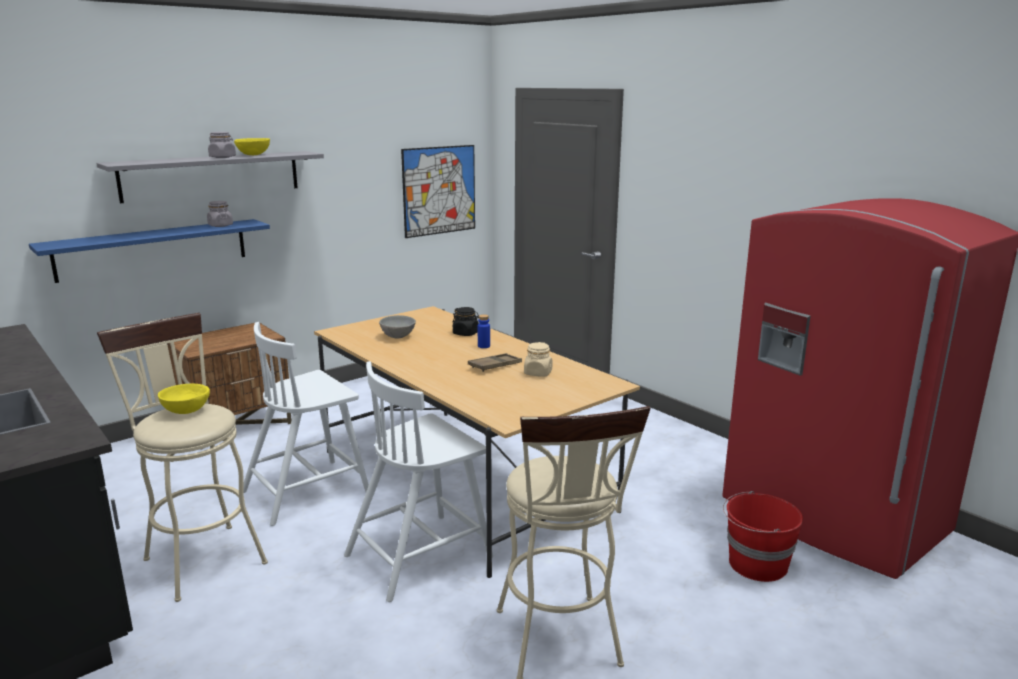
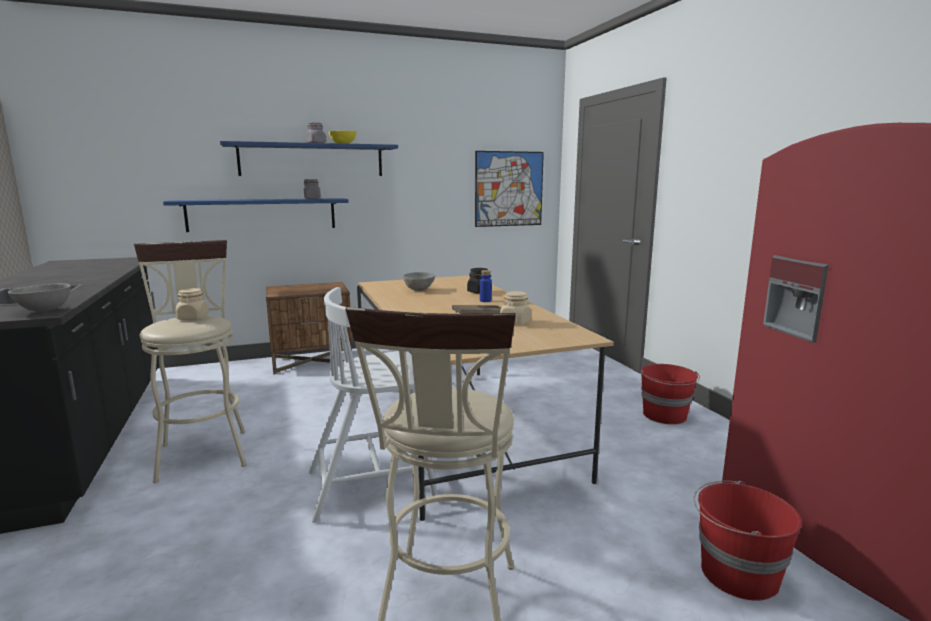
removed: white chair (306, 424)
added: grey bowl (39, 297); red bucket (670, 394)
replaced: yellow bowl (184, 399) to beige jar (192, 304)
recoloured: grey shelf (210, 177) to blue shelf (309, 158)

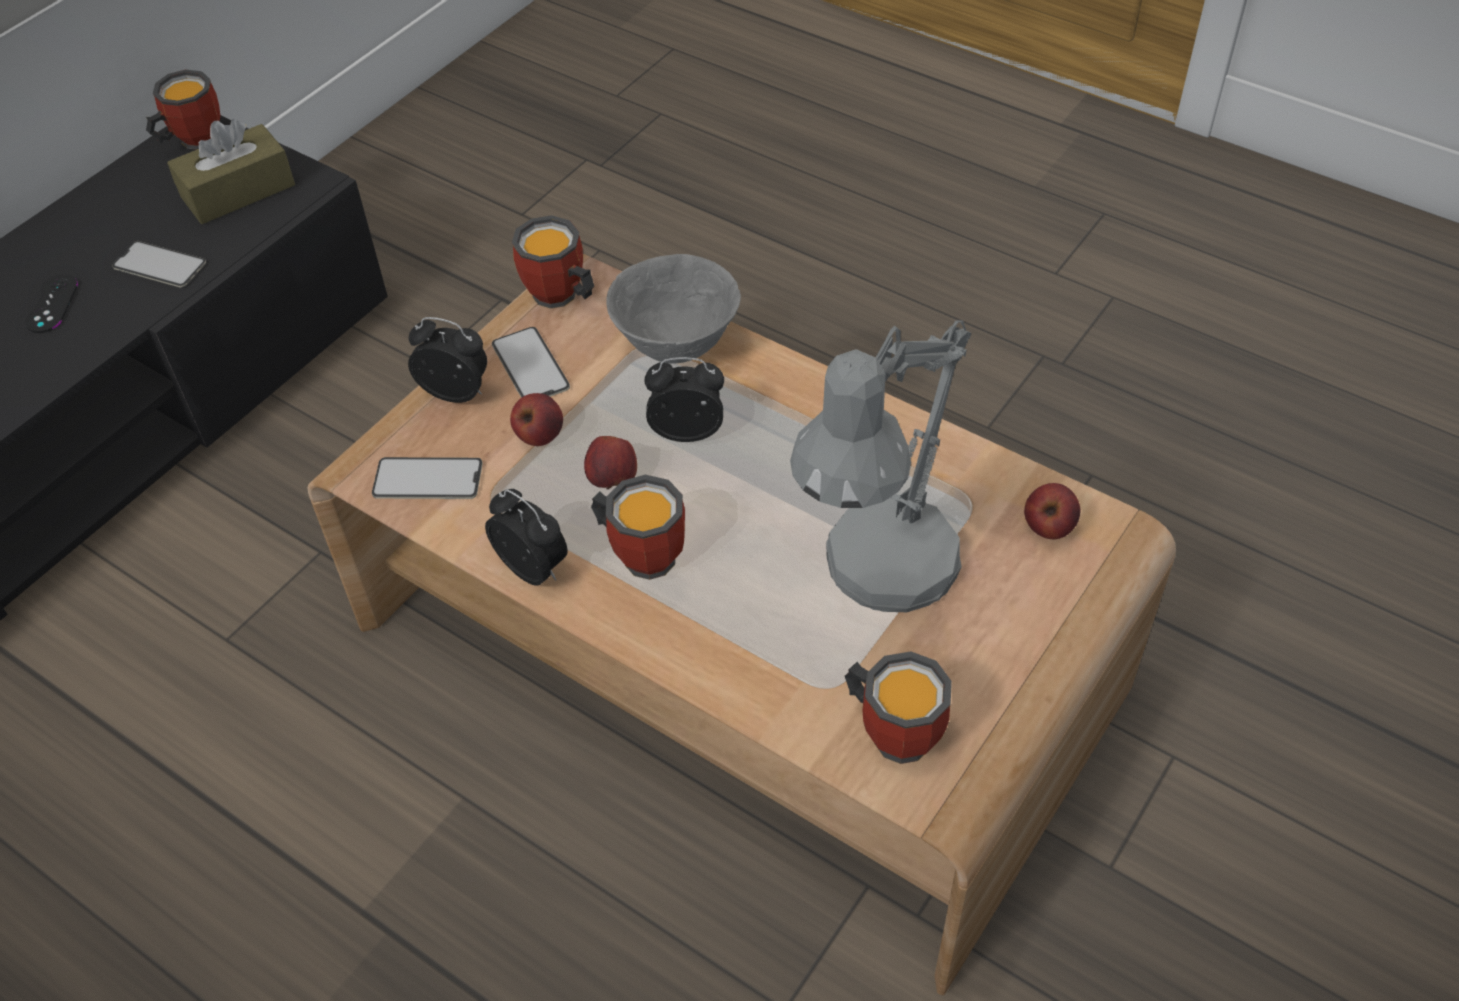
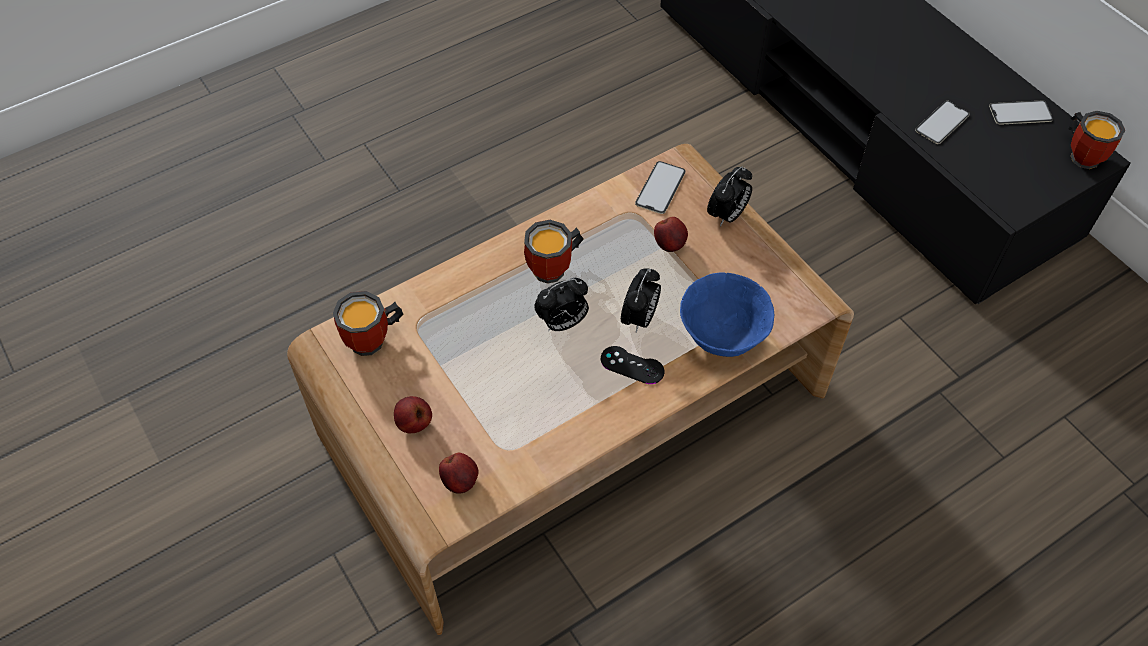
removed: brown tissue box (231, 171); mug (553, 262); grey table lamp (880, 466)
moved: black game controller (51, 303) to (632, 365); phone (531, 362) to (1021, 112); apple (610, 462) to (413, 414); alarm clock (526, 537) to (561, 304)
recoloured: grey bowl (674, 309) to blue bowl (727, 315)

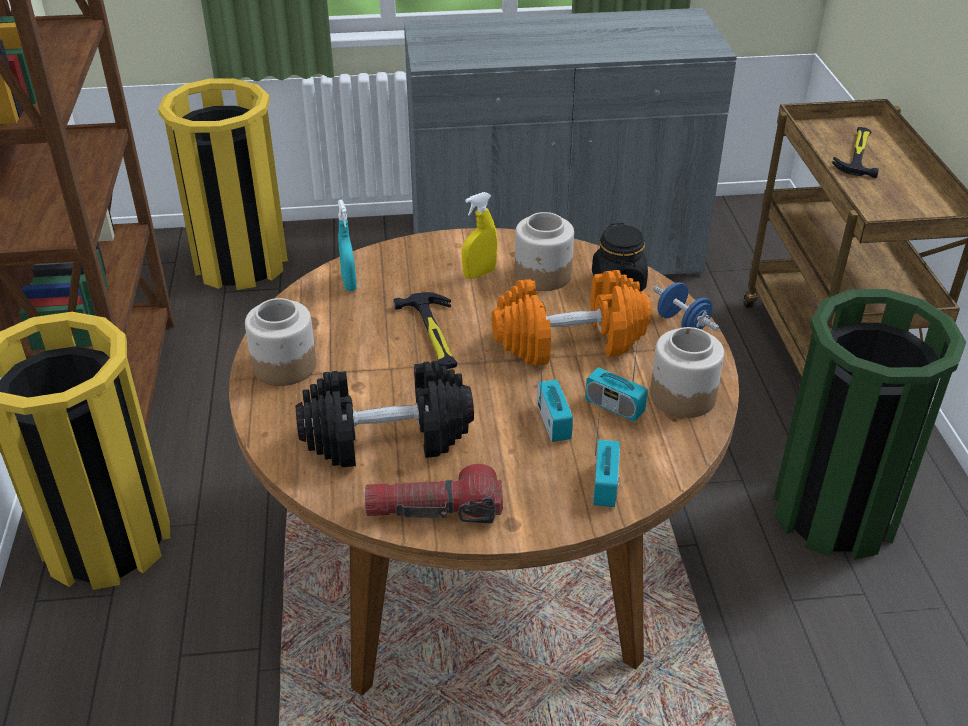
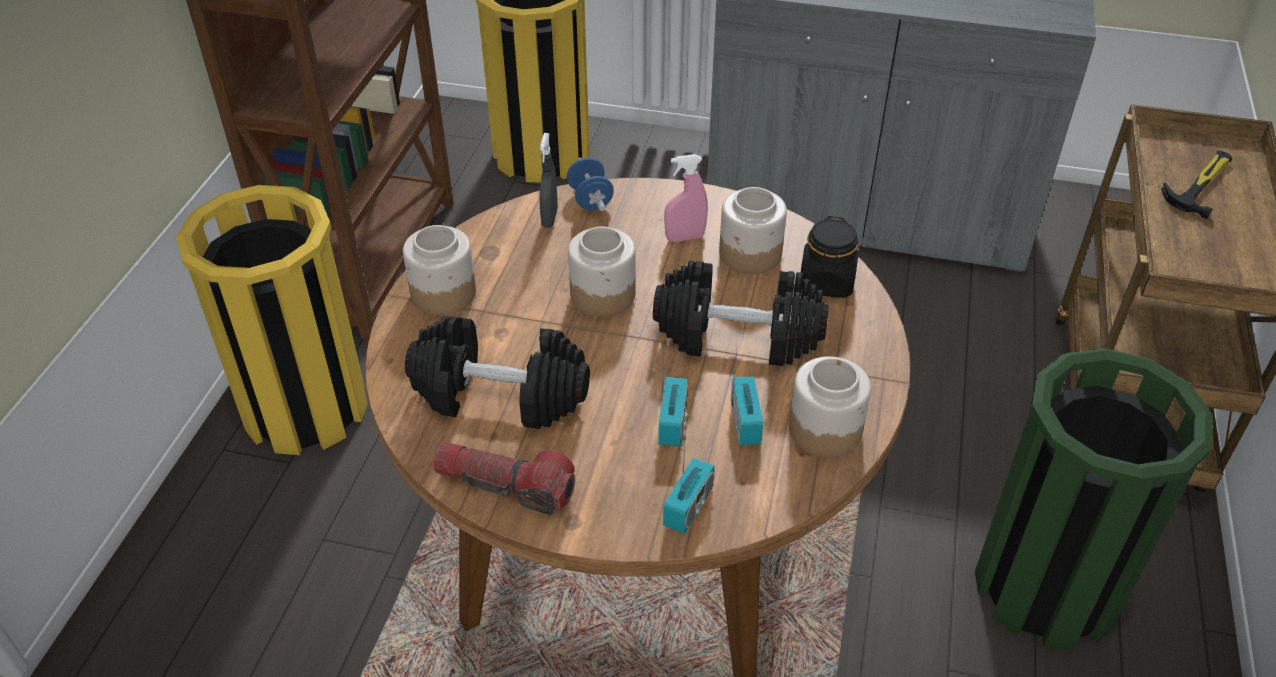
moved: blue dumbbell (686, 306) to (590, 184)
replaced: hammer (425, 330) to jar (602, 272)
recoloured: yellow spray bottle (480, 235) to pink spray bottle (686, 198); turquoise spray bottle (347, 245) to grey spray bottle (548, 180); orange dumbbell (571, 317) to black dumbbell (741, 313)
turned: radio (616, 380) = (747, 397) 150 degrees counterclockwise

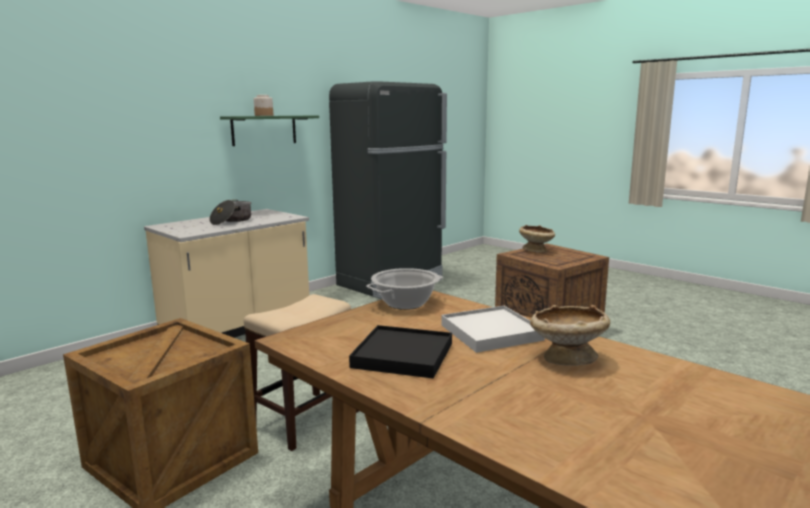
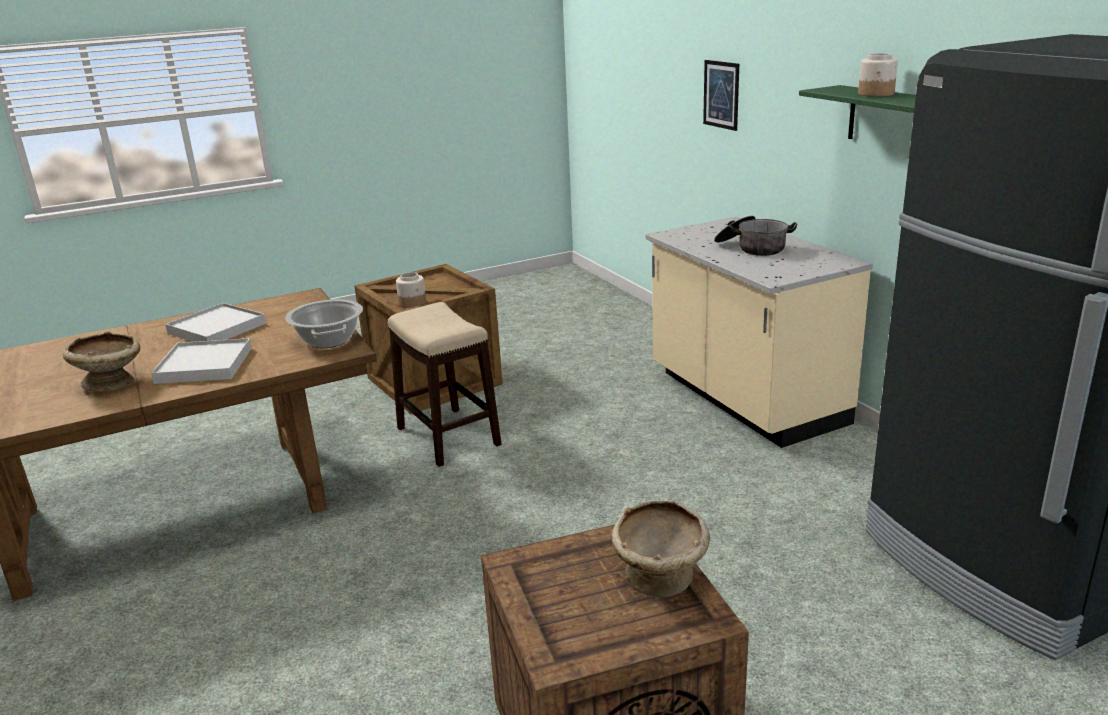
added: picture (721, 95); jar (411, 290)
recoloured: black tray (400, 351) to white tray (215, 322)

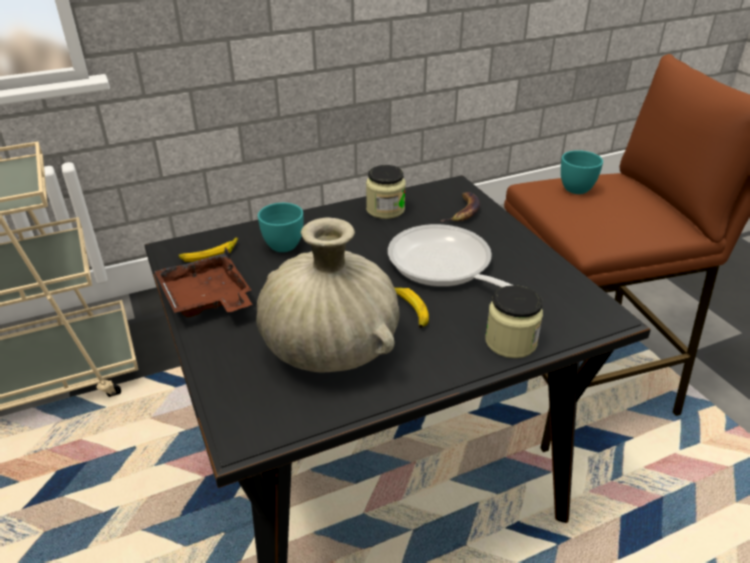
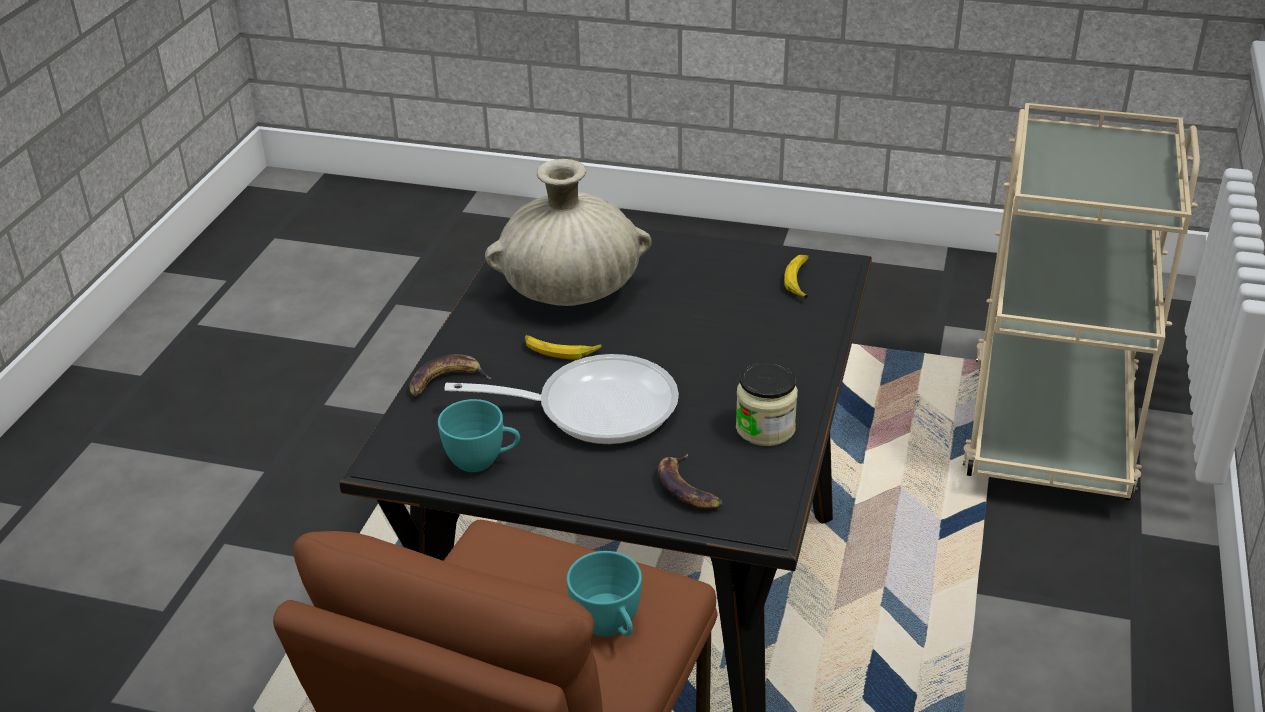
removed: brown tray (203, 282)
moved: turquoise cup (280, 227) to (479, 435)
replaced: jar (514, 321) to banana (450, 376)

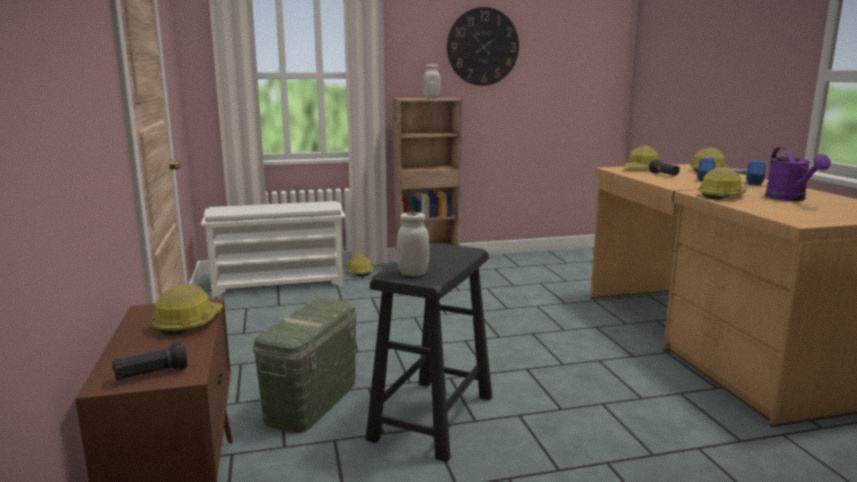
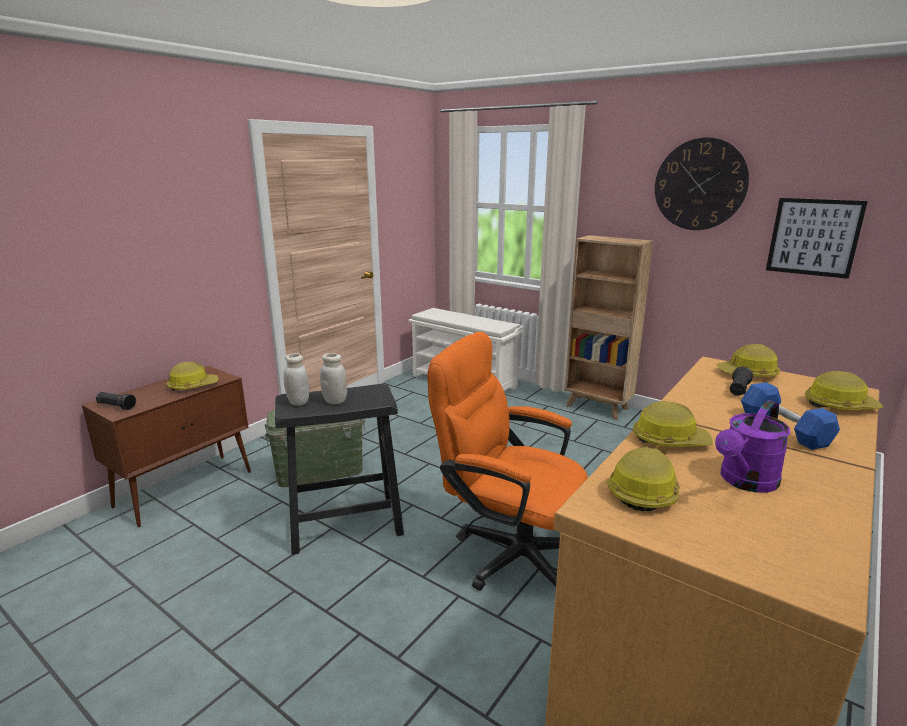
added: picture (817, 238); orange office chair (507, 461)
moved: white jar (432, 81) to (333, 378); hard hat (360, 265) to (643, 479)

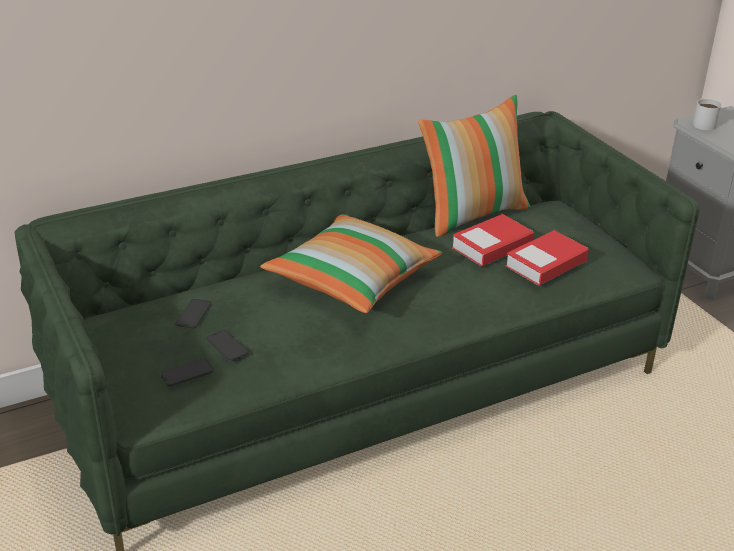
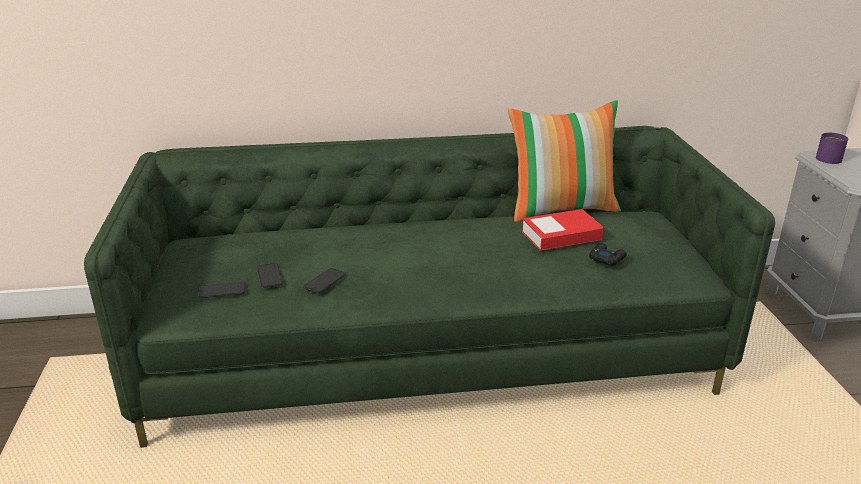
removed: pillow (351, 263)
moved: phone (193, 313) to (324, 280)
replaced: book (547, 258) to black game controller (608, 254)
recoloured: white mug (707, 114) to purple mug (832, 148)

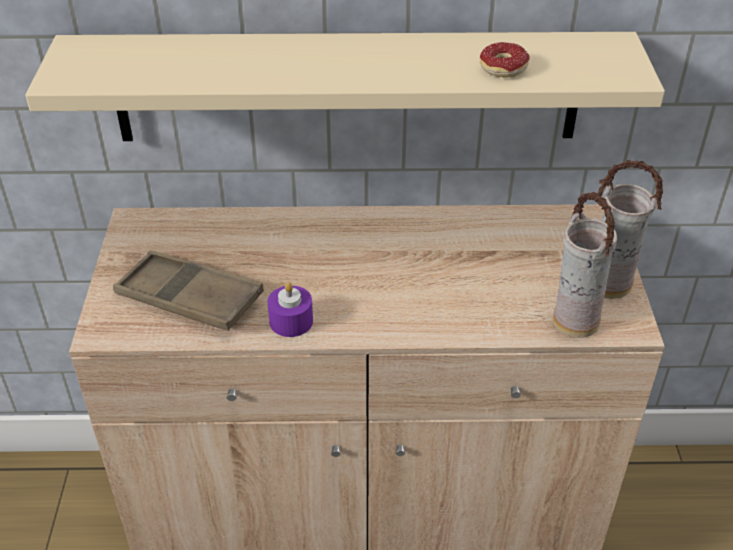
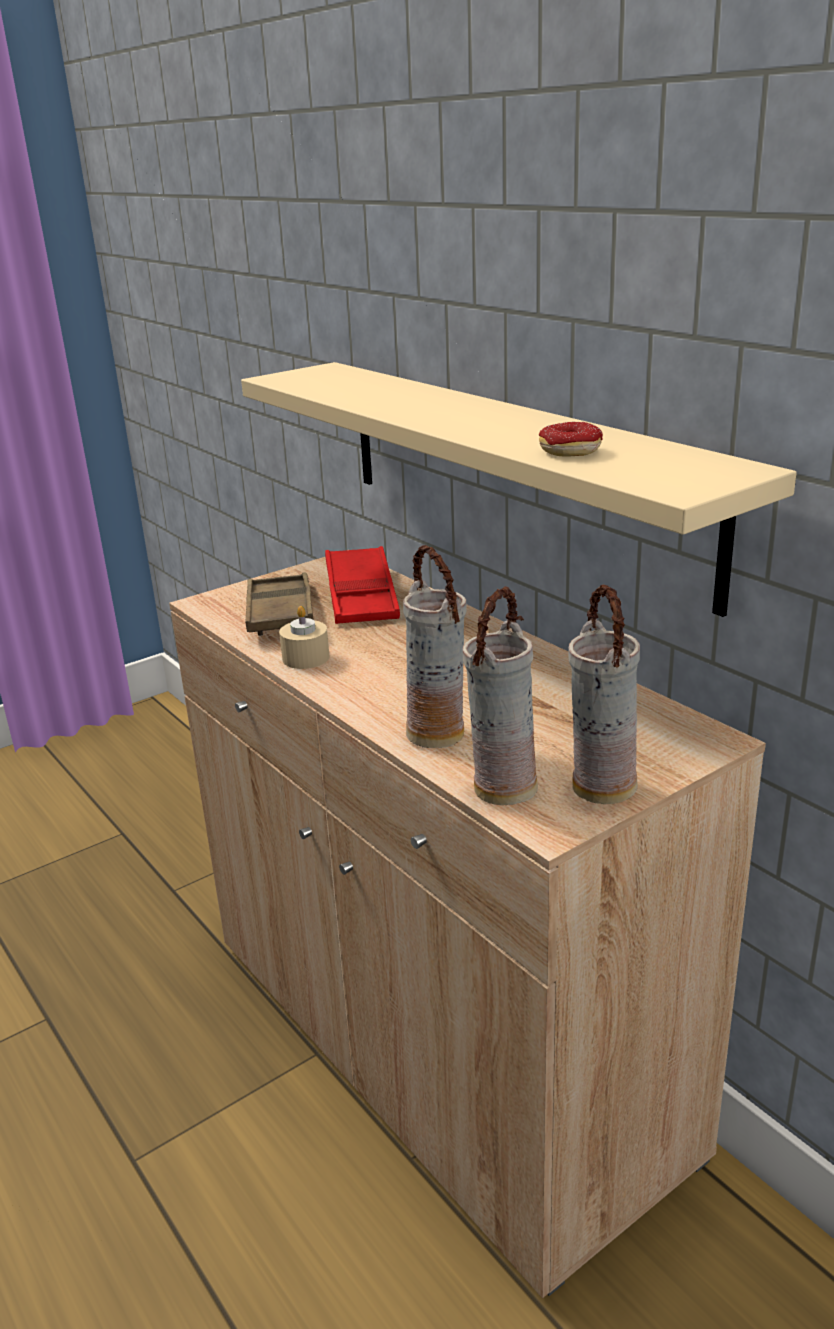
added: vase (435, 646); red tray (362, 585)
recoloured: purple candle (290, 309) to beige candle (304, 637)

